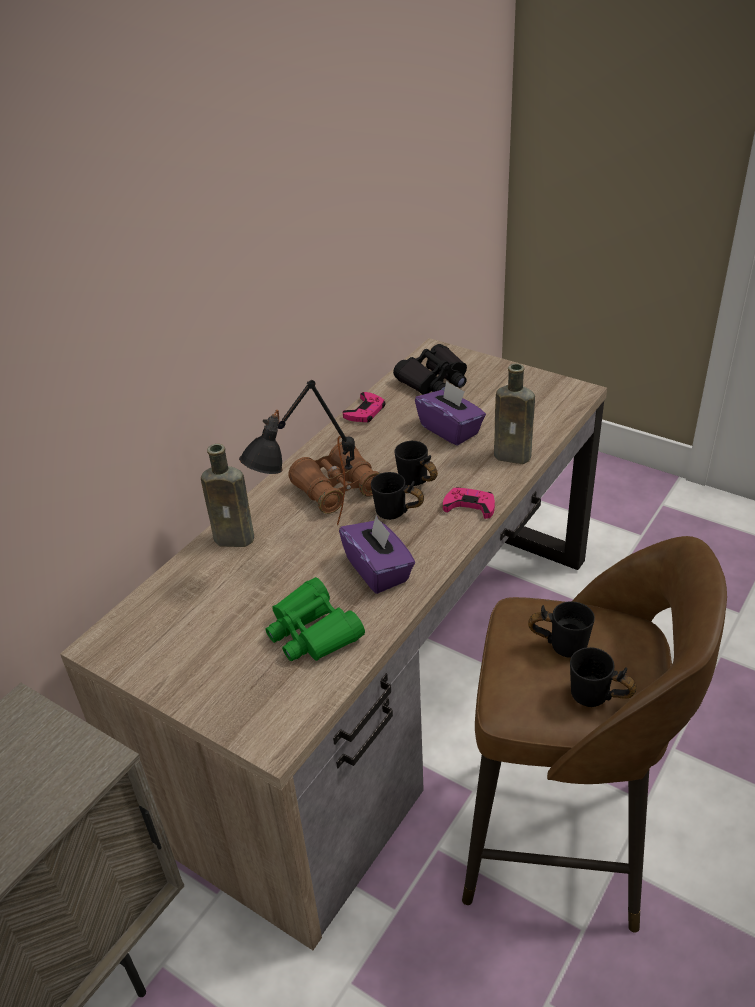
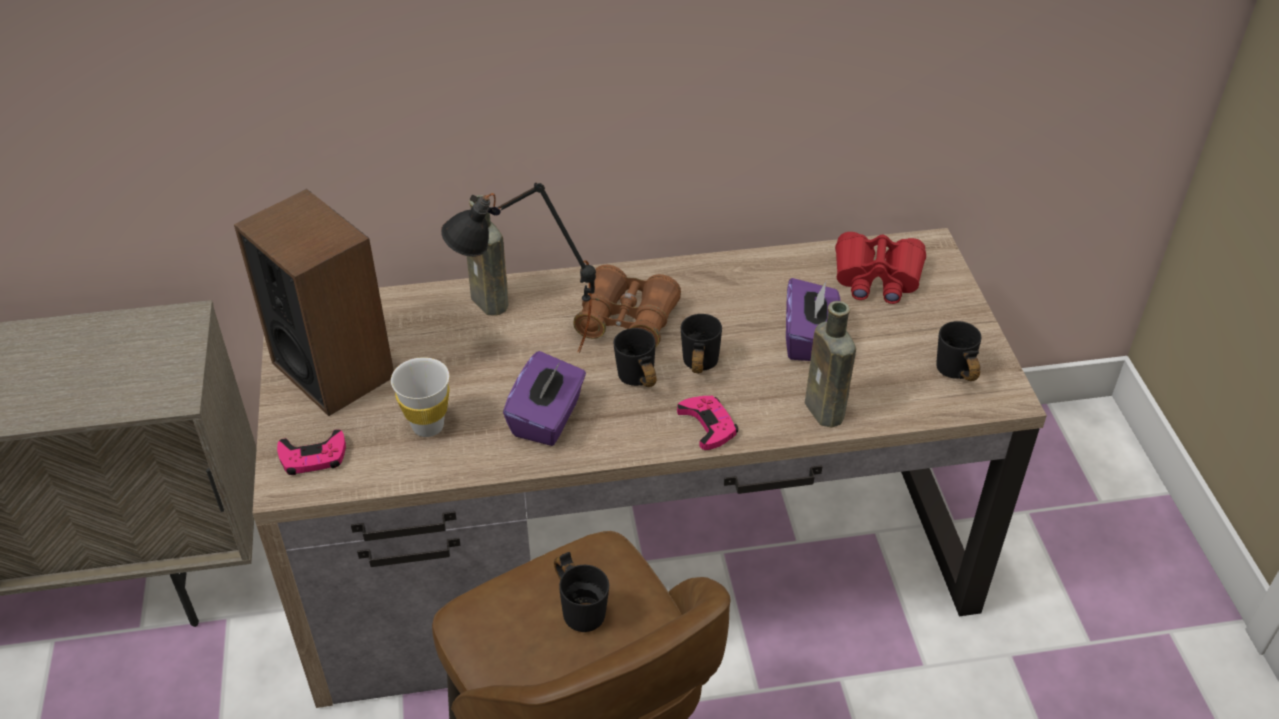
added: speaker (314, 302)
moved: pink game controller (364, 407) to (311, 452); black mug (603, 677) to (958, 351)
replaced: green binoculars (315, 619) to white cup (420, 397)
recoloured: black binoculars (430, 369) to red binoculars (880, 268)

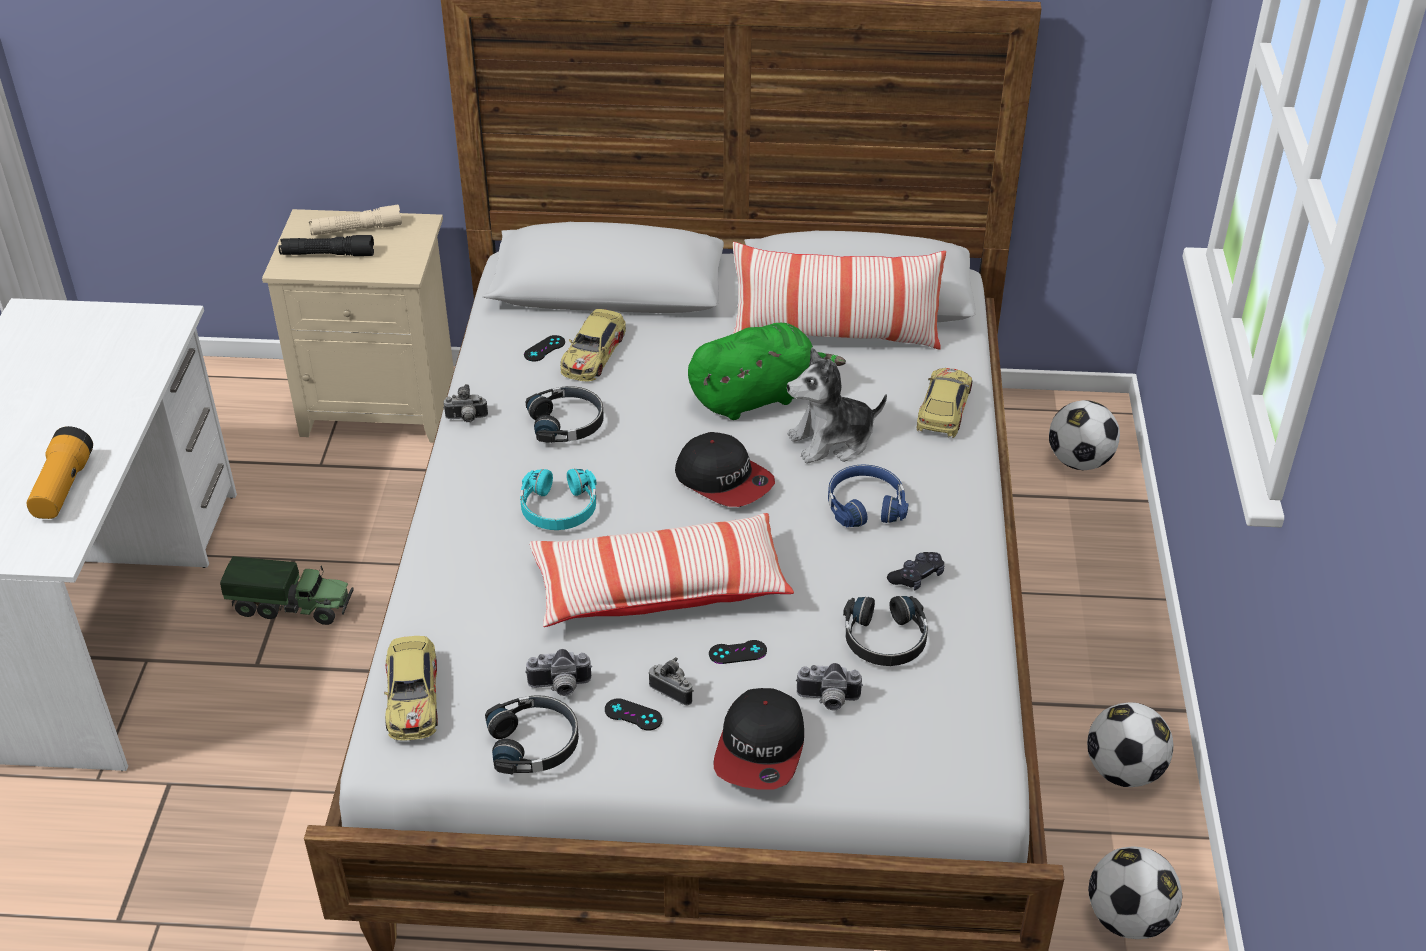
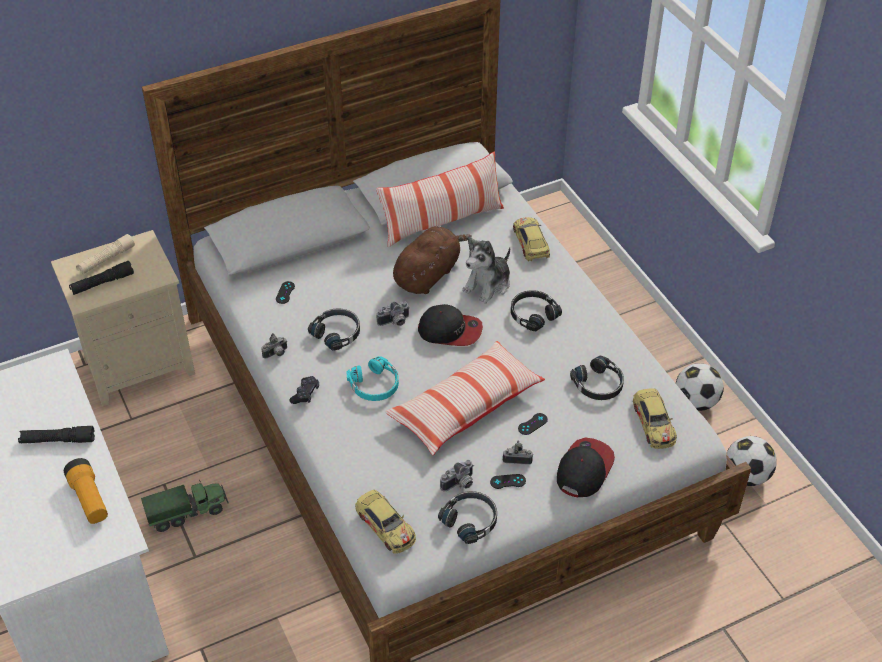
removed: football (1084, 435)
added: black flashlight (56, 434)
moved: toy car (593, 345) to (655, 418); black game controller (915, 571) to (304, 390); photo camera (829, 686) to (393, 313)
recoloured: green plush toy (767, 371) to brown plush toy (432, 260); blue headphones (868, 496) to black headphones (536, 310)
turned: cap (758, 739) = (586, 467) 135 degrees counterclockwise

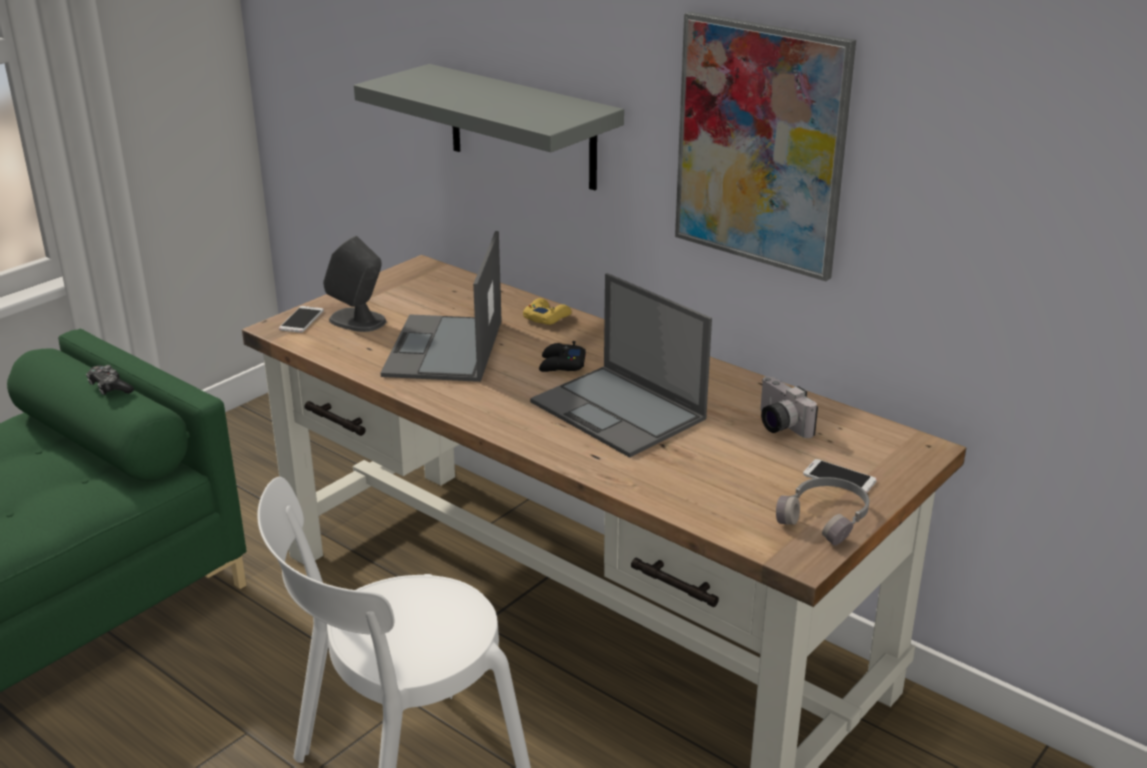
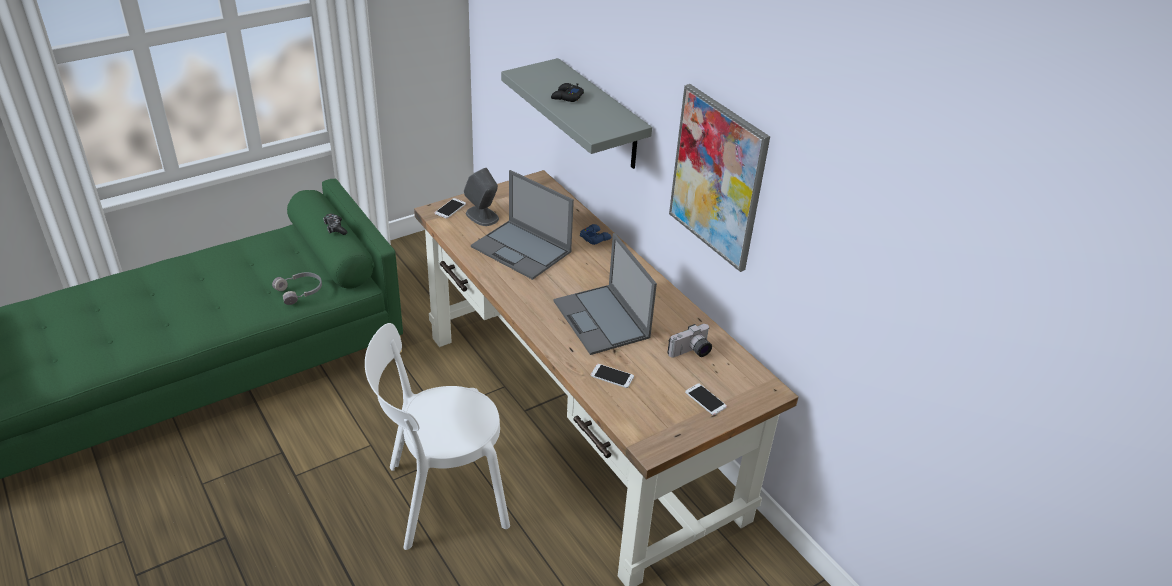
added: phone (612, 376)
moved: black game controller (562, 356) to (567, 92); grey headphones (822, 511) to (297, 288)
recoloured: yellow game controller (547, 311) to blue game controller (596, 234)
turned: laptop (441, 306) = (522, 225) 75 degrees counterclockwise; photo camera (789, 407) = (689, 340) 105 degrees counterclockwise

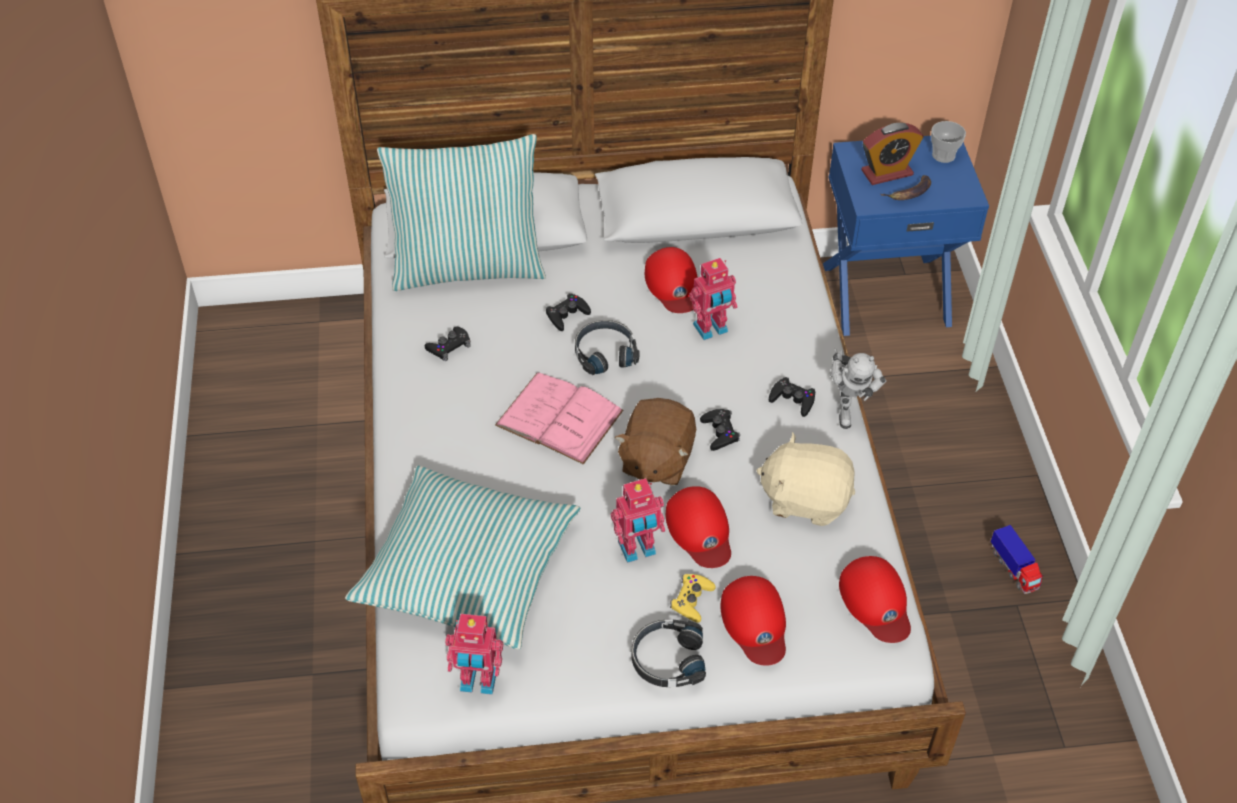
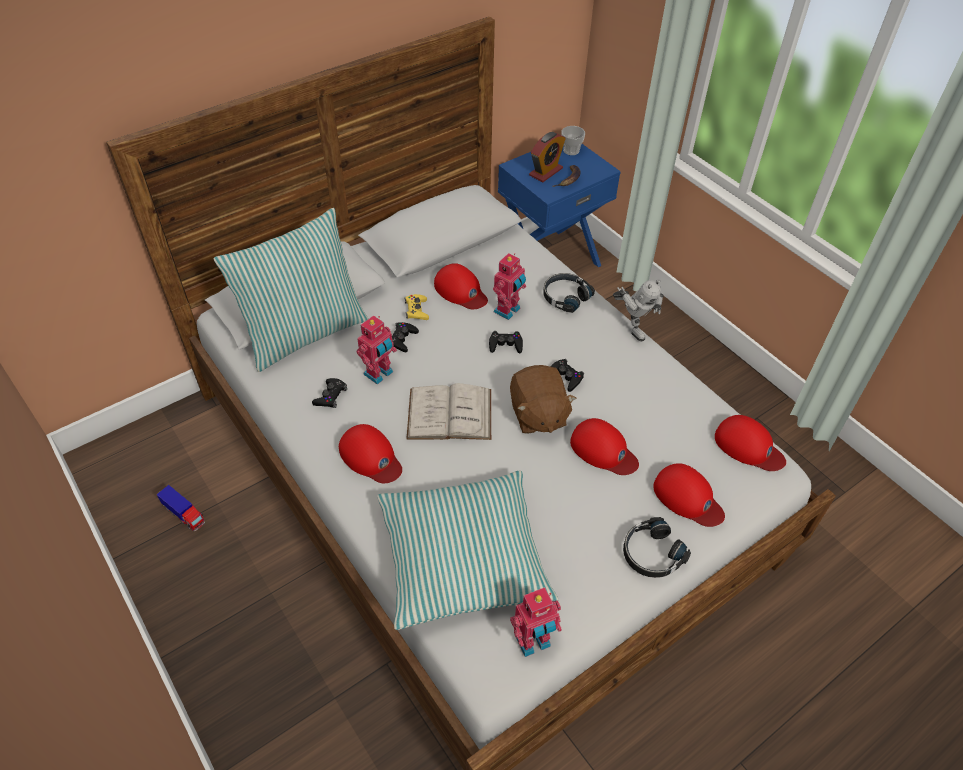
removed: beige plush toy (805, 479)
added: red cap (370, 453)
moved: black headphones (607, 347) to (569, 293); black game controller (792, 397) to (506, 342); toy robot (638, 520) to (376, 349); toy truck (1017, 559) to (180, 508); yellow game controller (693, 598) to (417, 307)
recoloured: pink book (559, 419) to white book (448, 411)

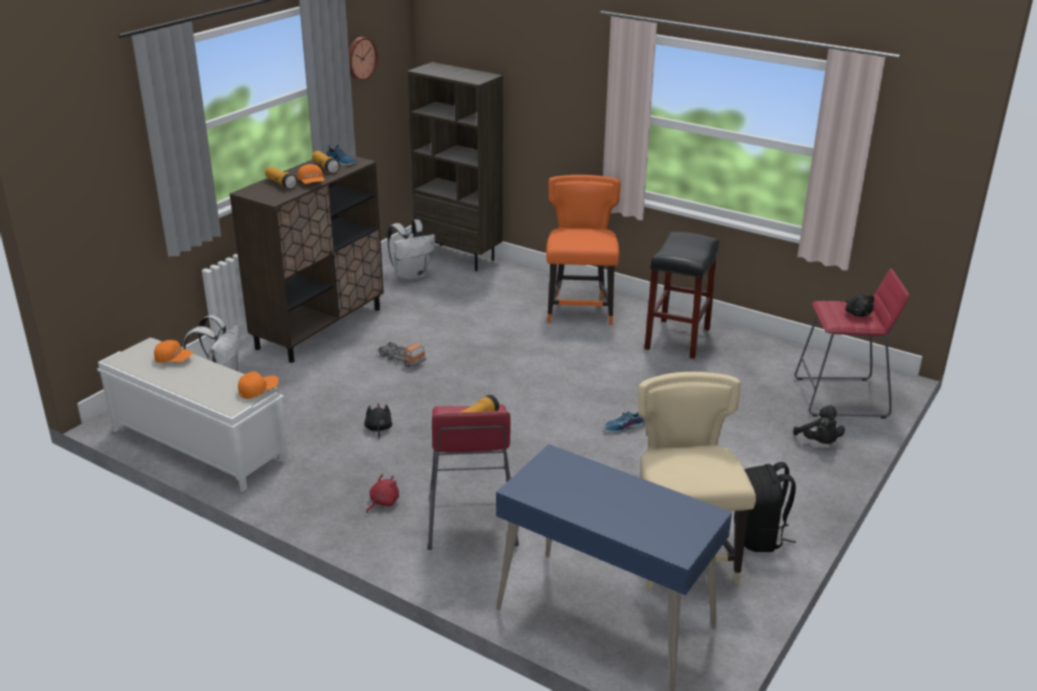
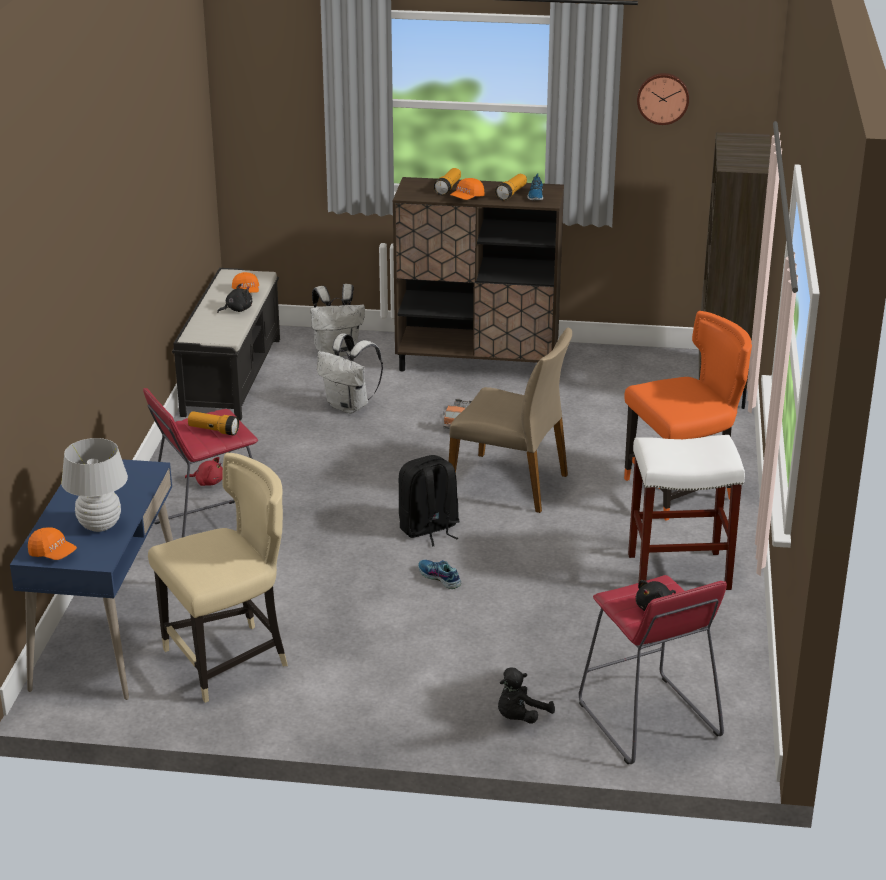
added: beige chair (510, 420); white table lamp (94, 485)
moved: white backpack (411, 250) to (350, 373); orange cap (258, 385) to (52, 543); black plush toy (378, 421) to (234, 298); black backpack (765, 507) to (429, 500)
recoloured: black stool (681, 295) to white stool (686, 512); white bench (193, 415) to black bench (226, 344)

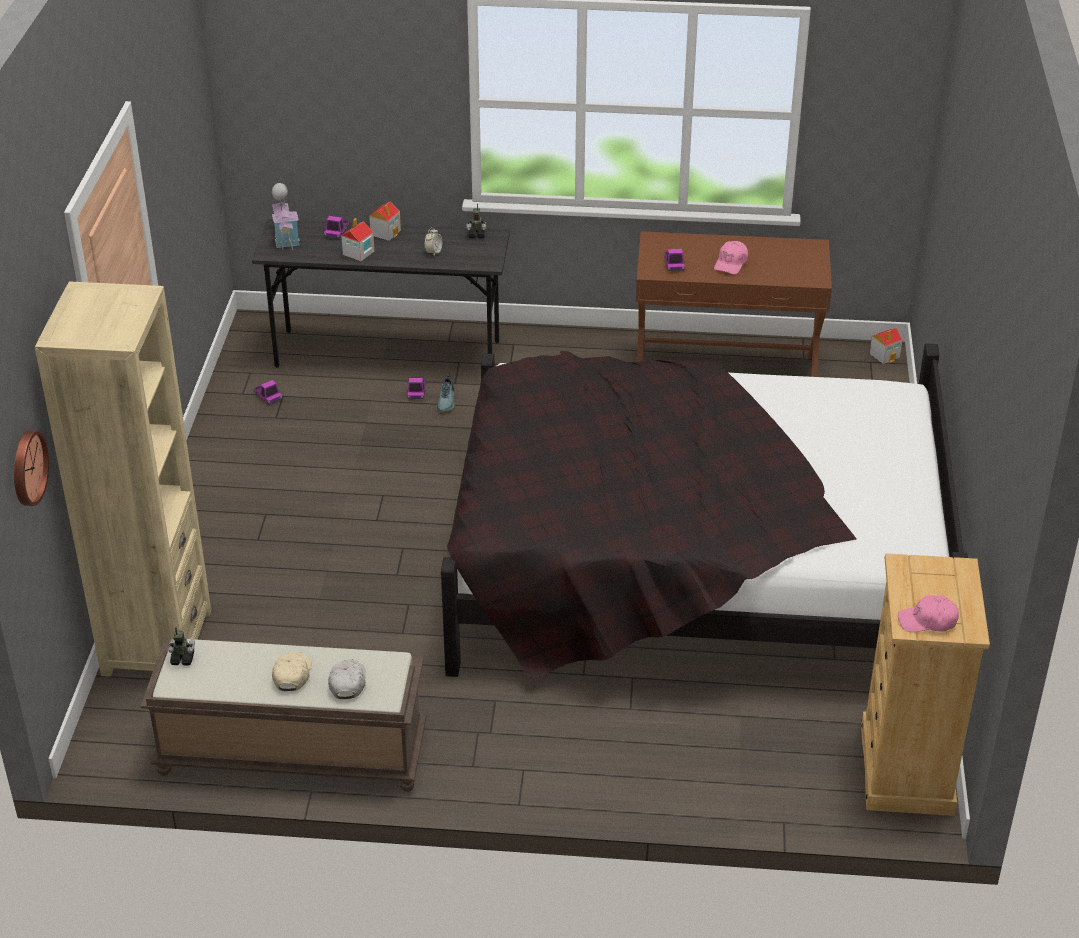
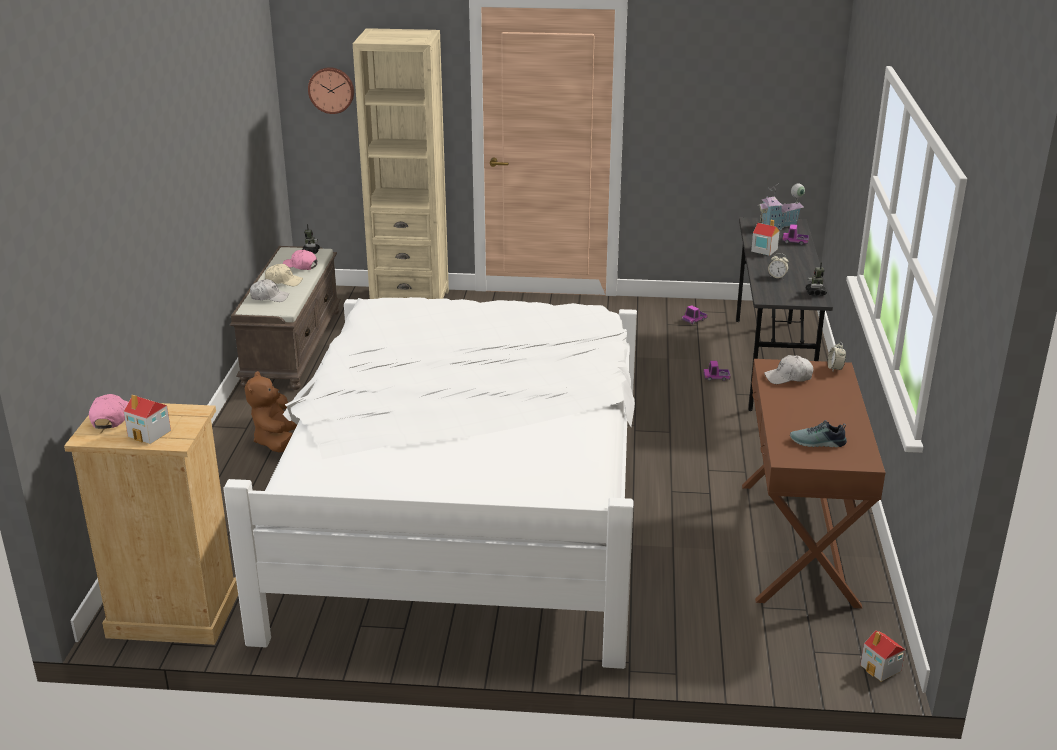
added: alarm clock (837, 356); brown plush toy (271, 411)
moved: toy house (385, 221) to (147, 419); pink cap (731, 257) to (300, 260); shoe (445, 393) to (818, 433)
replaced: toy truck (675, 260) to white cap (788, 369)
recoloured: black bed (704, 511) to white bed (430, 483)

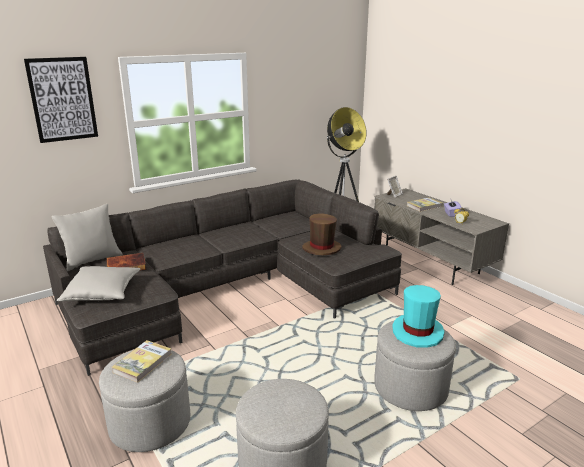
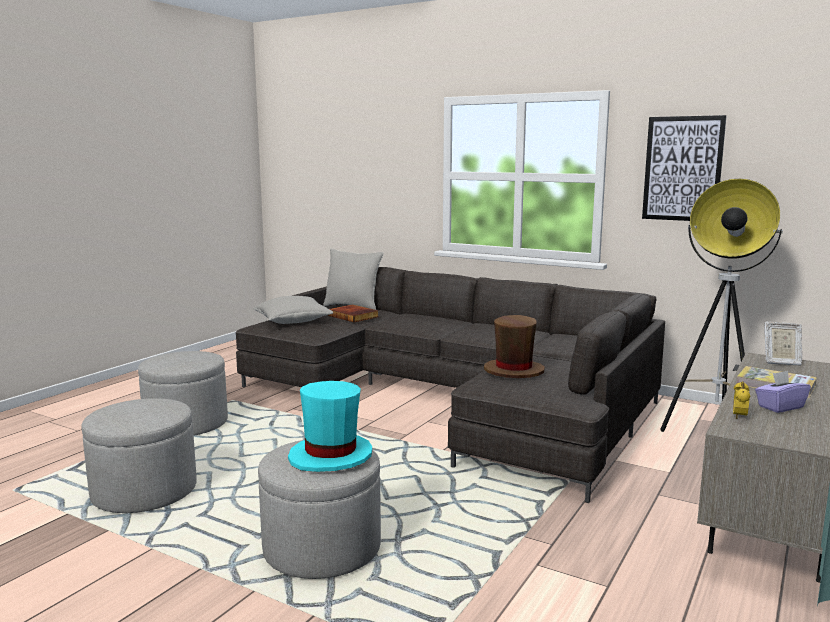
removed: book (142, 361)
moved: picture (61, 100) to (684, 168)

